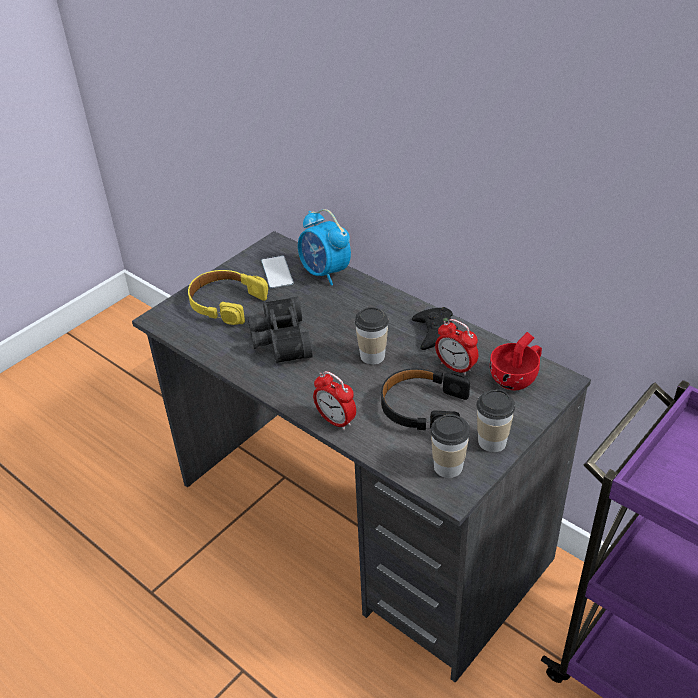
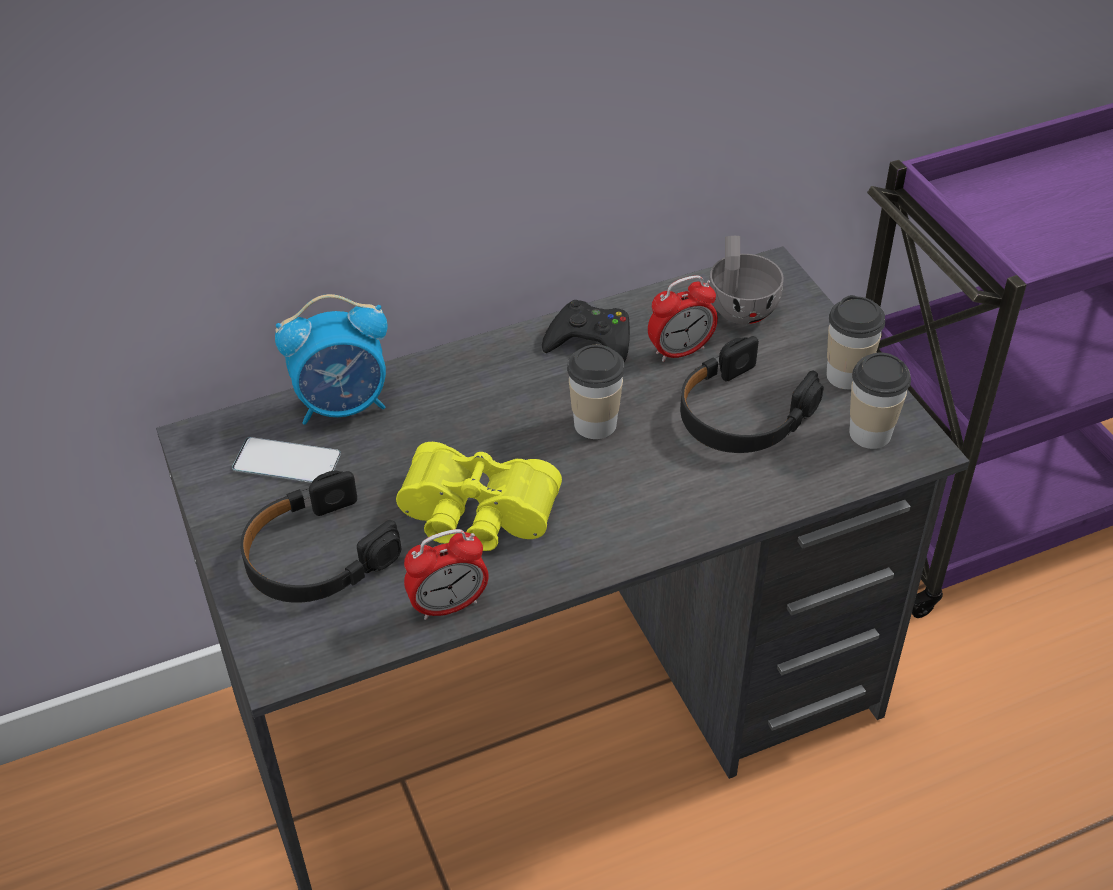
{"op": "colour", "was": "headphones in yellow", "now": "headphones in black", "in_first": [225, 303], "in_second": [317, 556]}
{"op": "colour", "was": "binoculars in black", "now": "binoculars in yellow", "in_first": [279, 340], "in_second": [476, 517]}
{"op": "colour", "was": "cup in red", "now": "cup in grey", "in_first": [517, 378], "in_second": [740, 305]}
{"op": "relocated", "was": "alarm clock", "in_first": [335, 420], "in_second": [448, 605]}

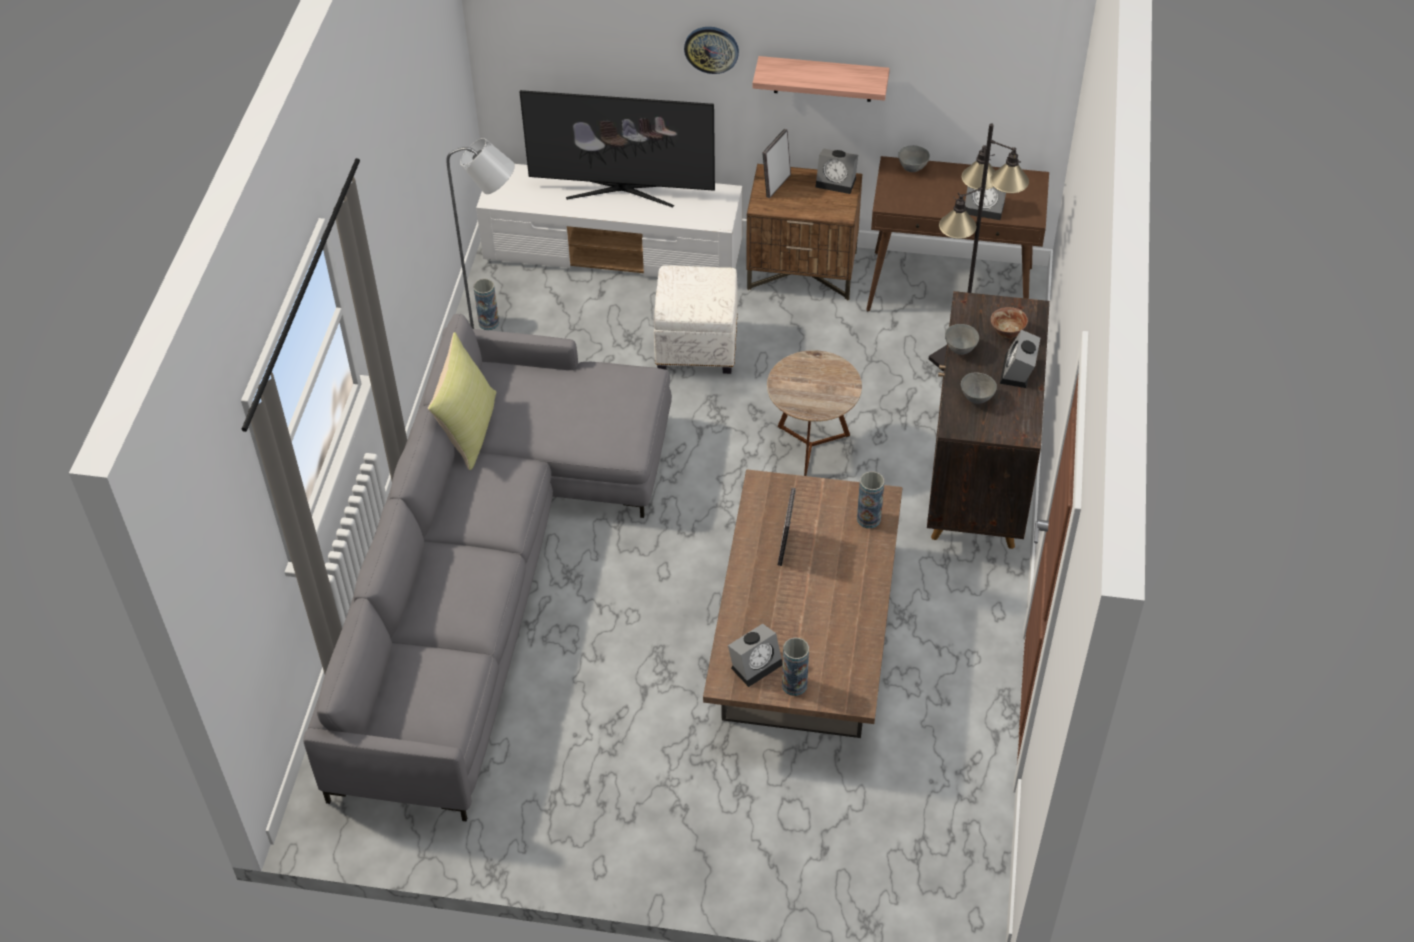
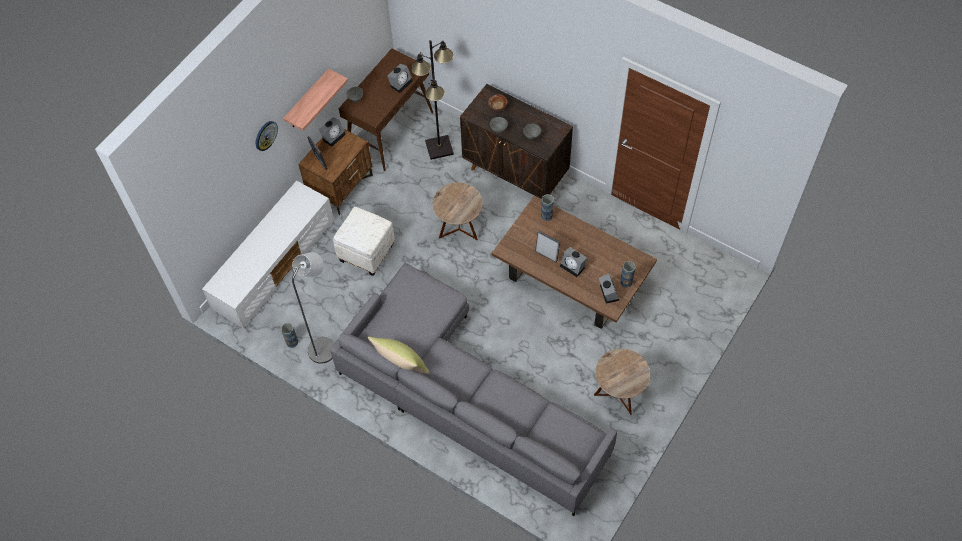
{"op": "missing", "was": "television", "in_first": [622, 191]}
{"op": "relocated", "was": "alarm clock", "in_first": [1018, 372], "in_second": [573, 266]}
{"op": "appeared", "now": "side table in brown", "in_second": [618, 395]}

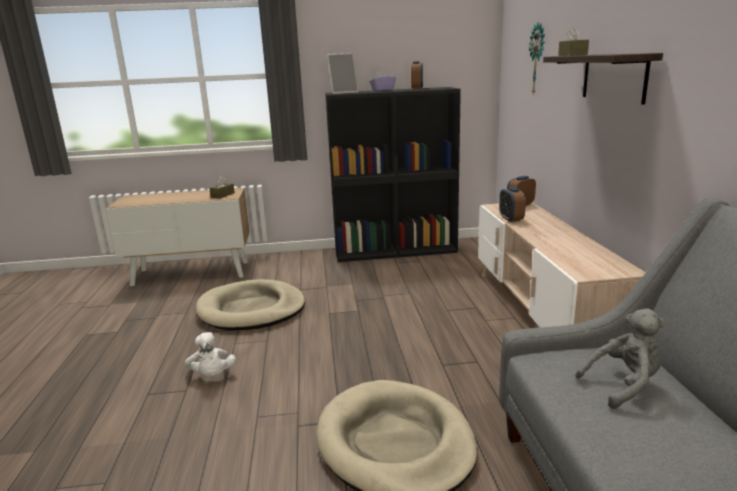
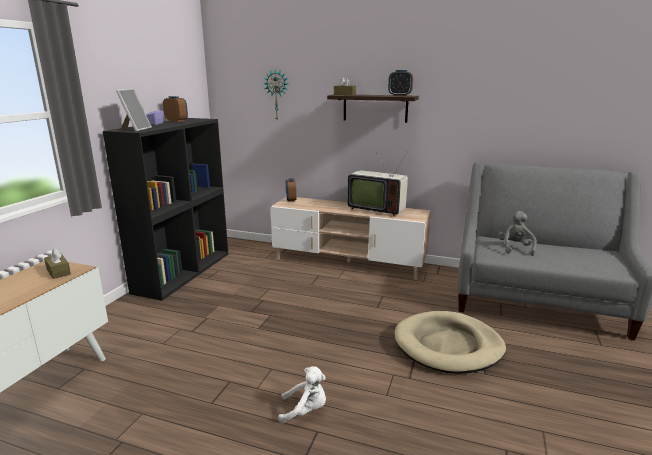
{"op": "relocated", "was": "alarm clock", "in_first": [511, 219], "in_second": [400, 95]}
{"op": "missing", "was": "dog bed in beige", "in_first": [251, 310]}
{"op": "appeared", "now": "television", "in_second": [376, 209]}

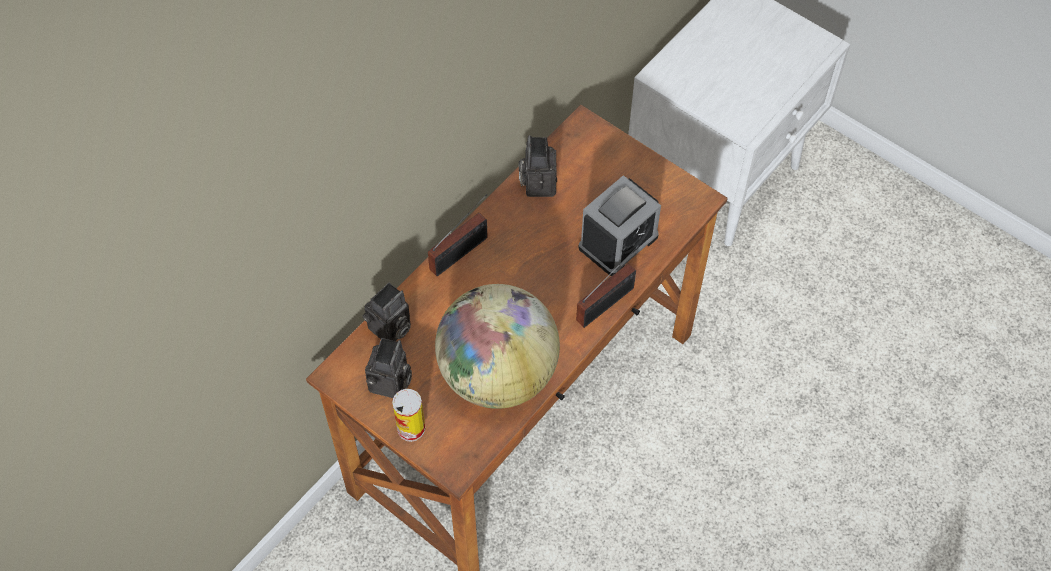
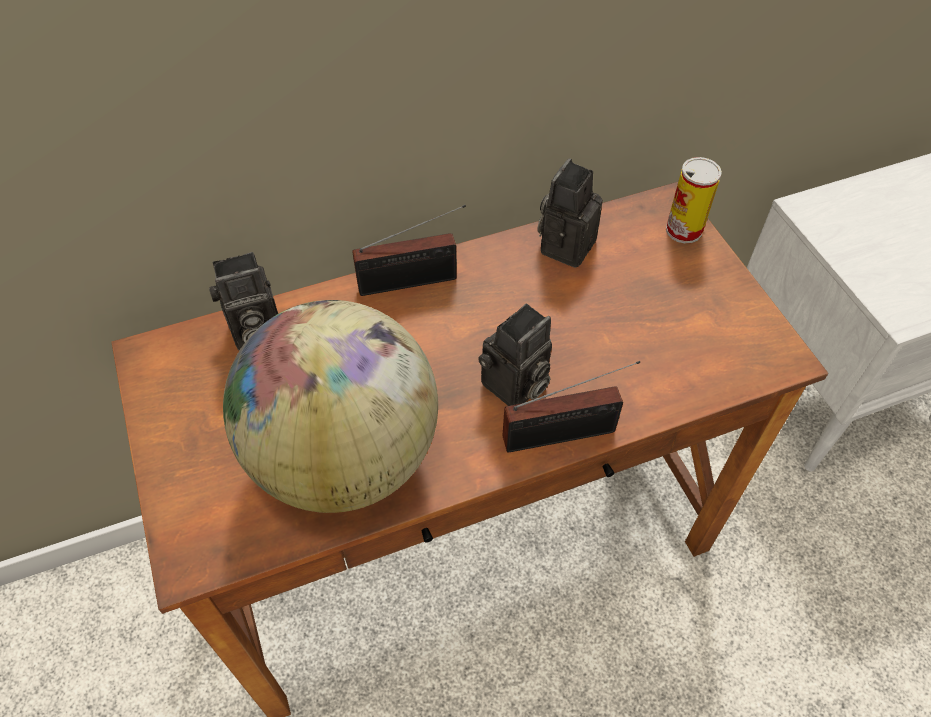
{"op": "missing", "was": "alarm clock", "in_first": [618, 242]}
{"op": "relocated", "was": "photo camera", "in_first": [390, 384], "in_second": [514, 387]}
{"op": "relocated", "was": "can", "in_first": [411, 428], "in_second": [683, 230]}

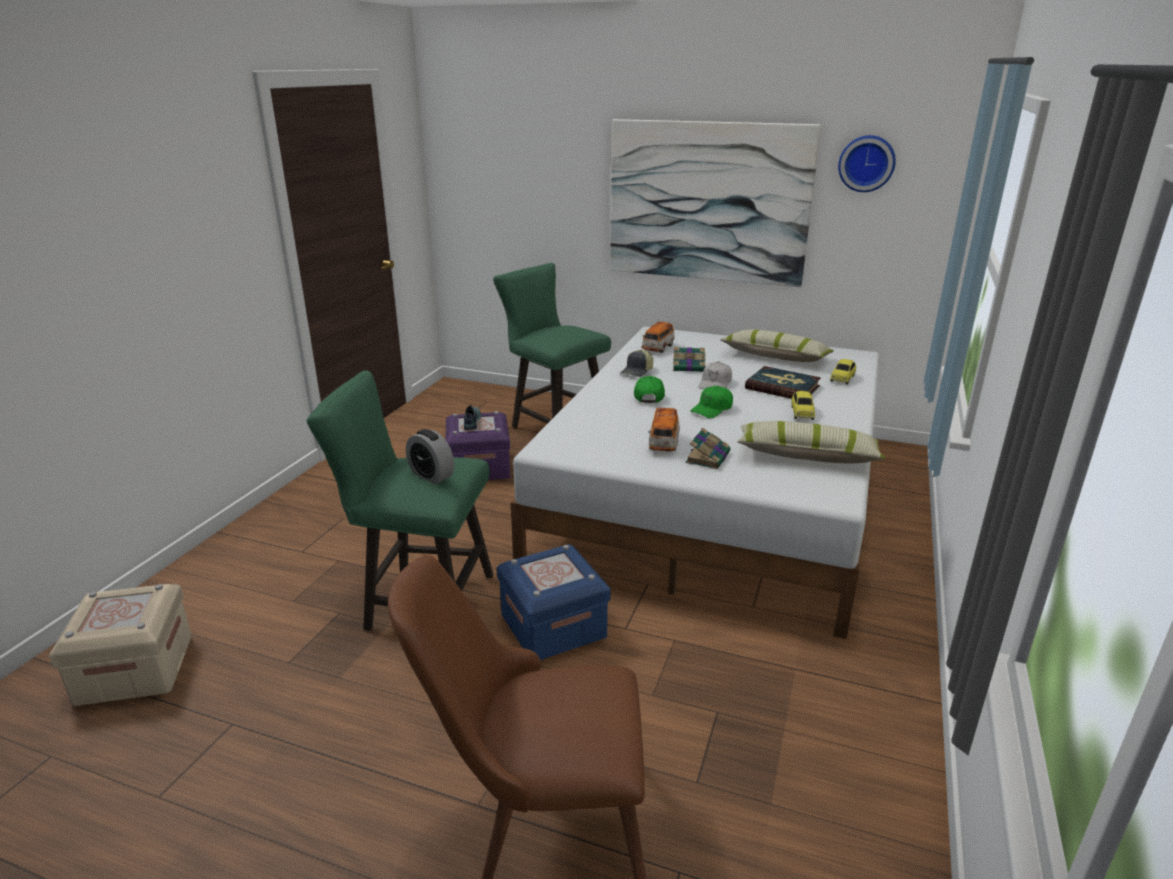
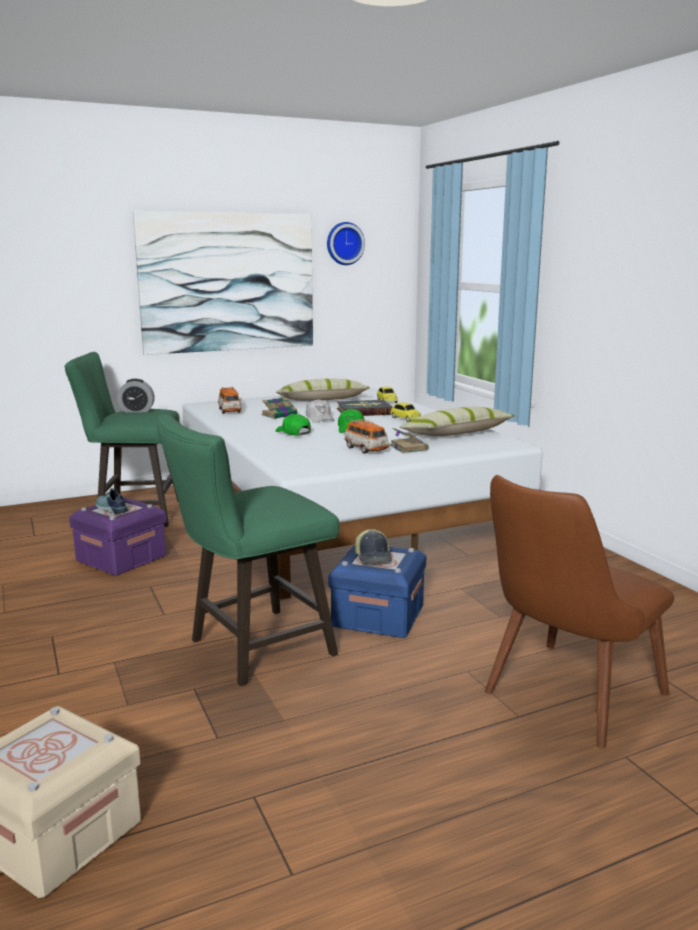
{"op": "relocated", "was": "cap", "in_first": [637, 371], "in_second": [374, 557]}
{"op": "relocated", "was": "alarm clock", "in_first": [431, 475], "in_second": [137, 410]}

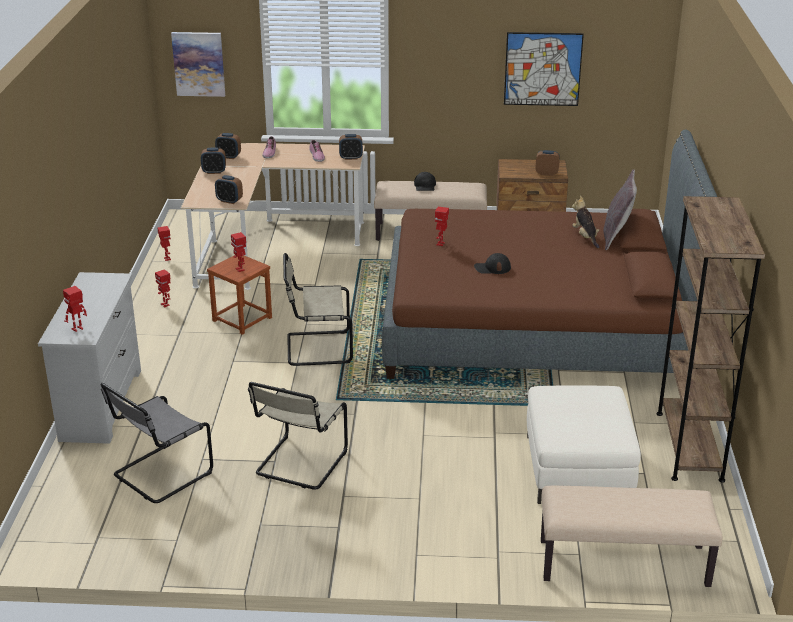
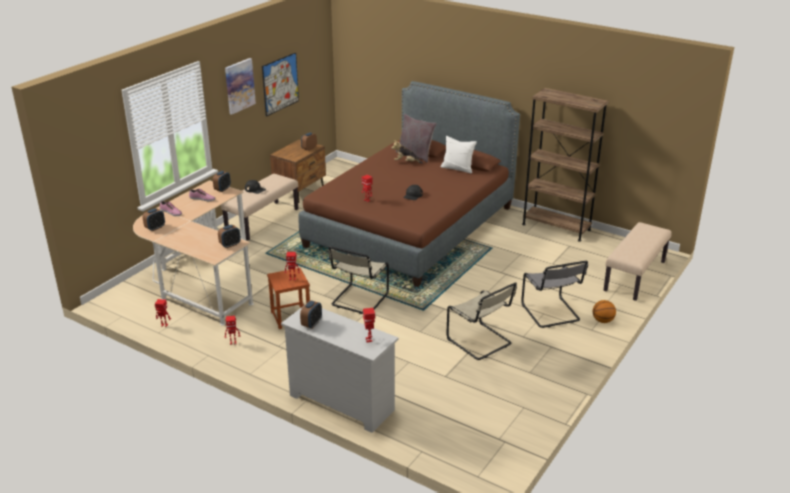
{"op": "relocated", "was": "picture", "in_first": [199, 64], "in_second": [239, 86]}
{"op": "relocated", "was": "alarm clock", "in_first": [214, 172], "in_second": [311, 324]}
{"op": "relocated", "was": "chair in grey", "in_first": [160, 475], "in_second": [551, 313]}
{"op": "missing", "was": "ottoman in white", "in_first": [578, 469]}
{"op": "appeared", "now": "pillow in white", "in_second": [457, 168]}
{"op": "appeared", "now": "basketball", "in_second": [603, 321]}

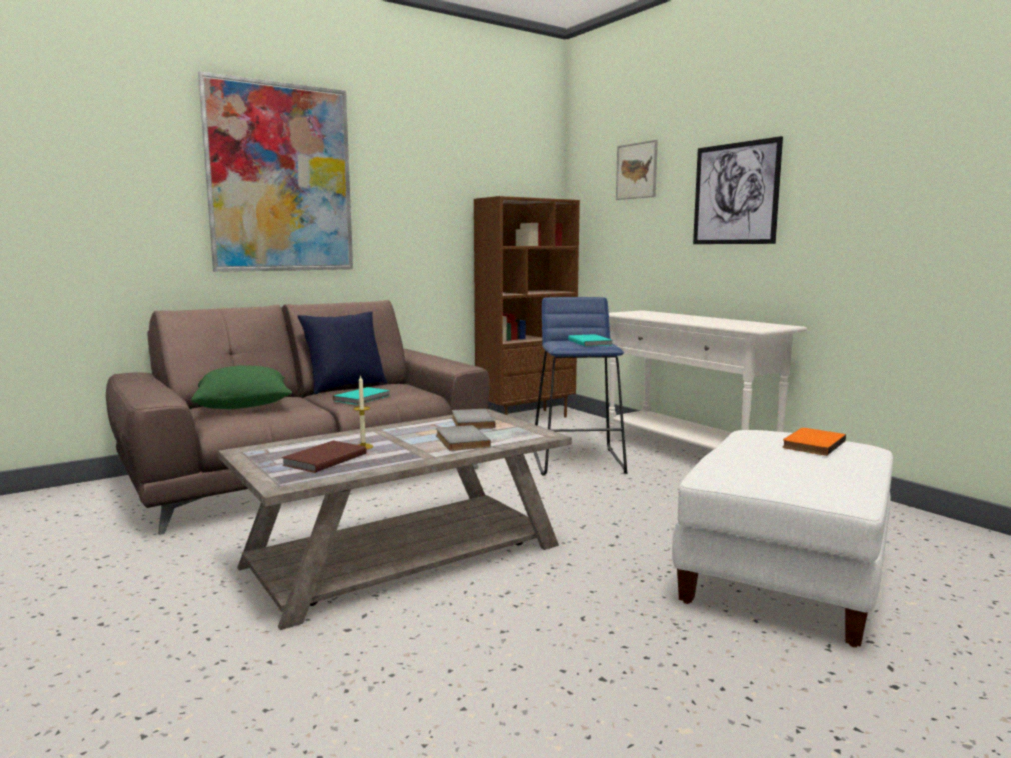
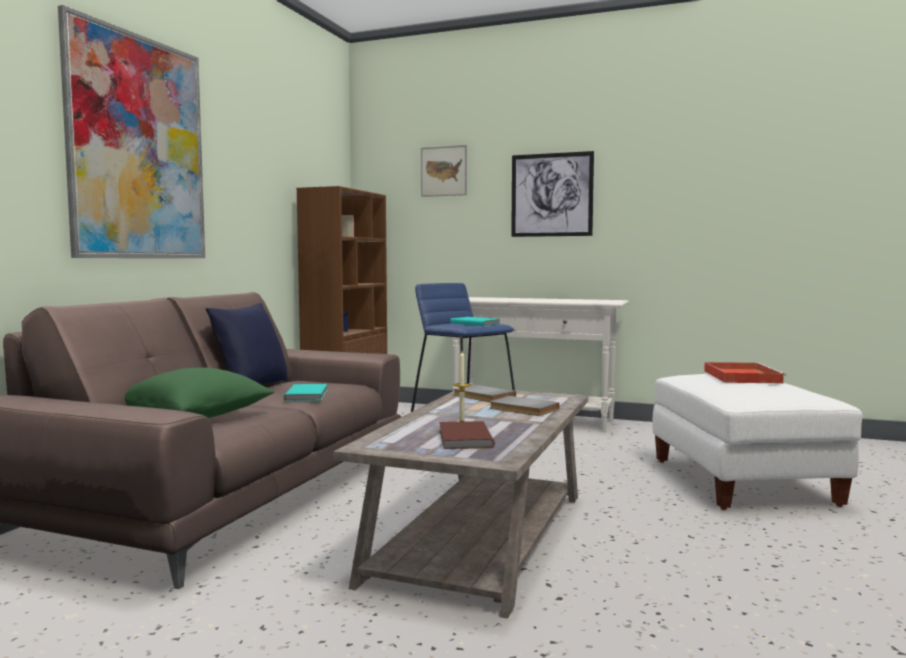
{"op": "exchanged", "was": "book in orange", "now": "tray in red", "in_first": [811, 444], "in_second": [741, 376]}

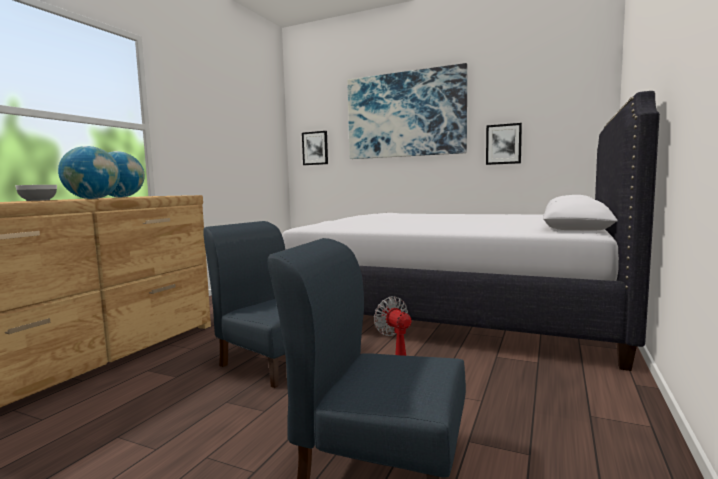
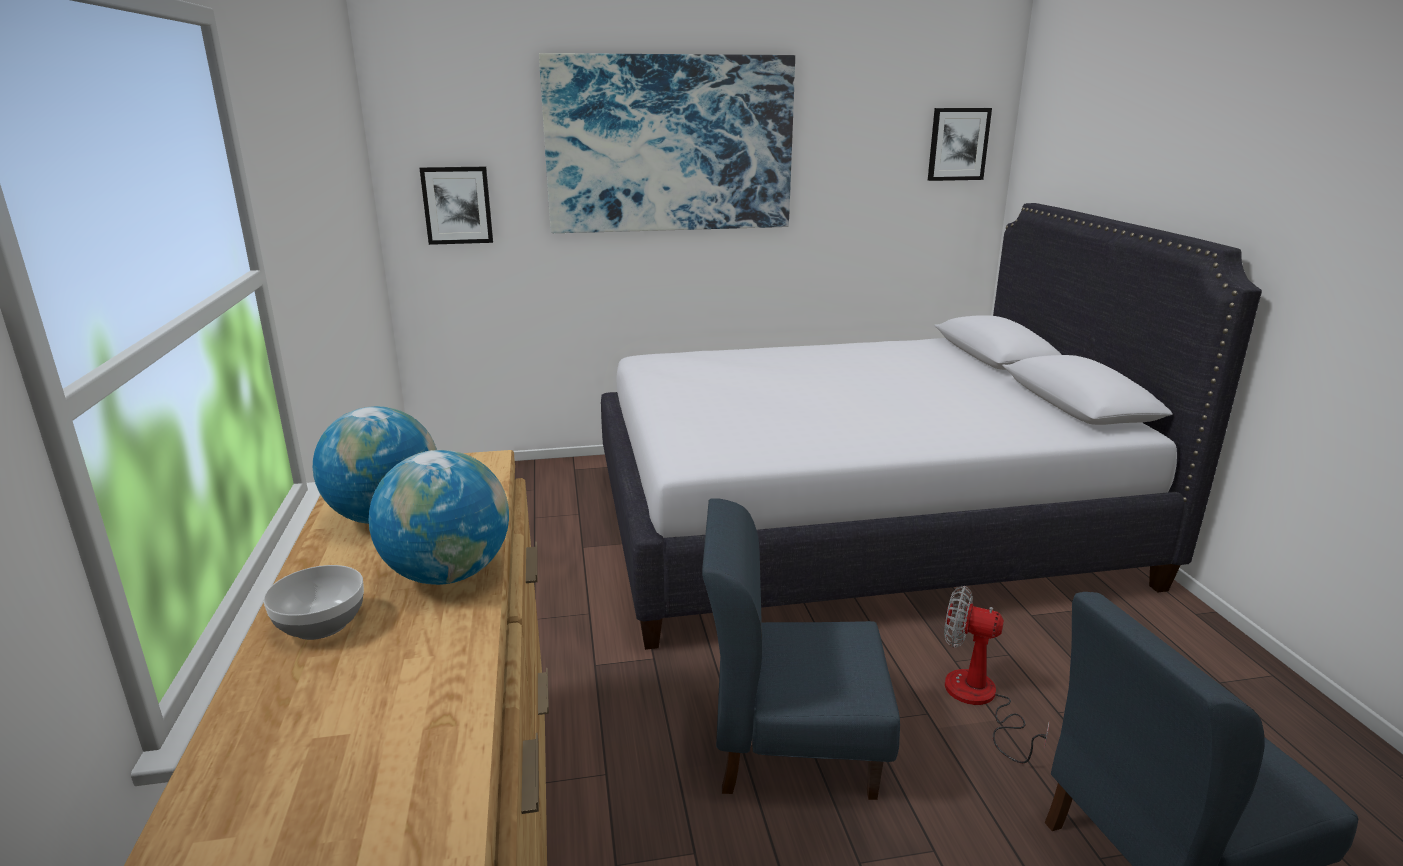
{"op": "relocated", "was": "picture", "in_first": [503, 144], "in_second": [958, 144]}

